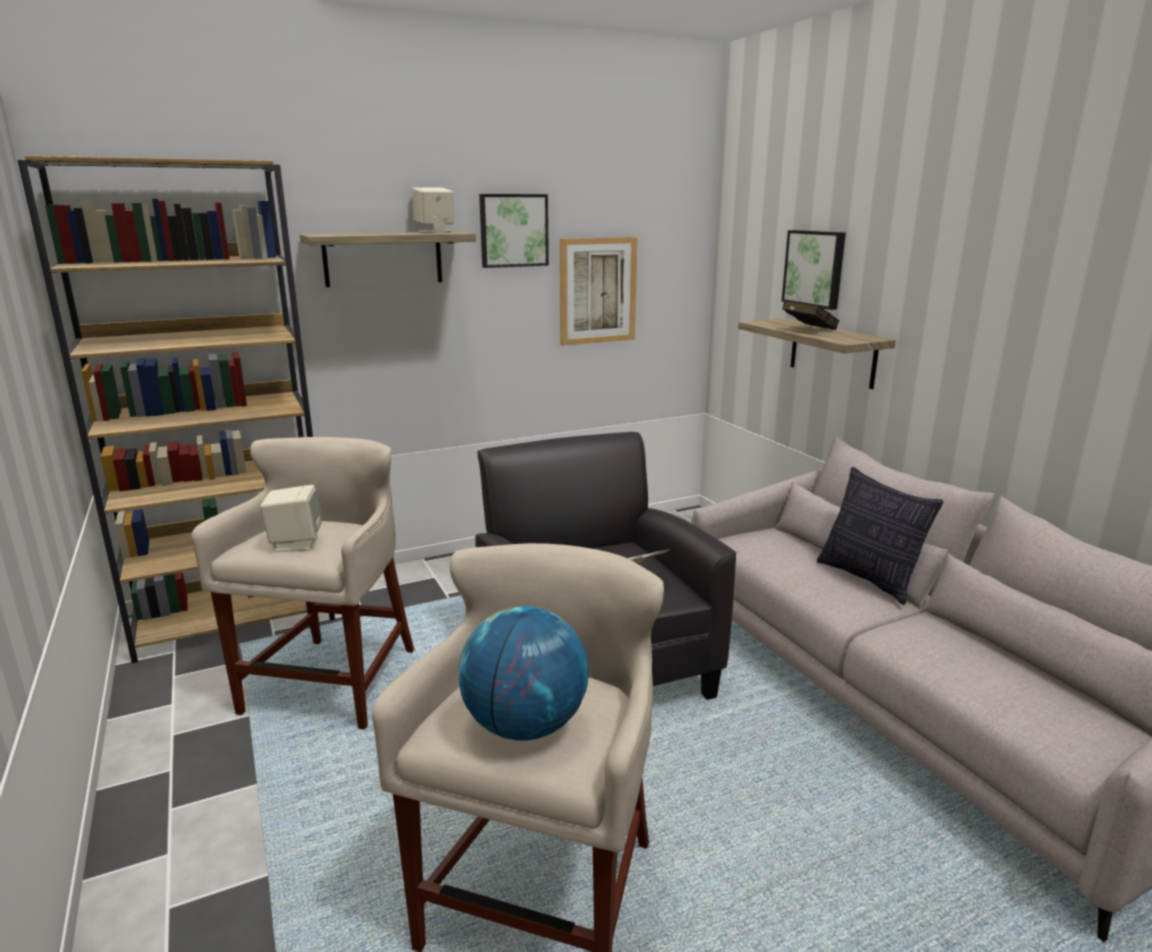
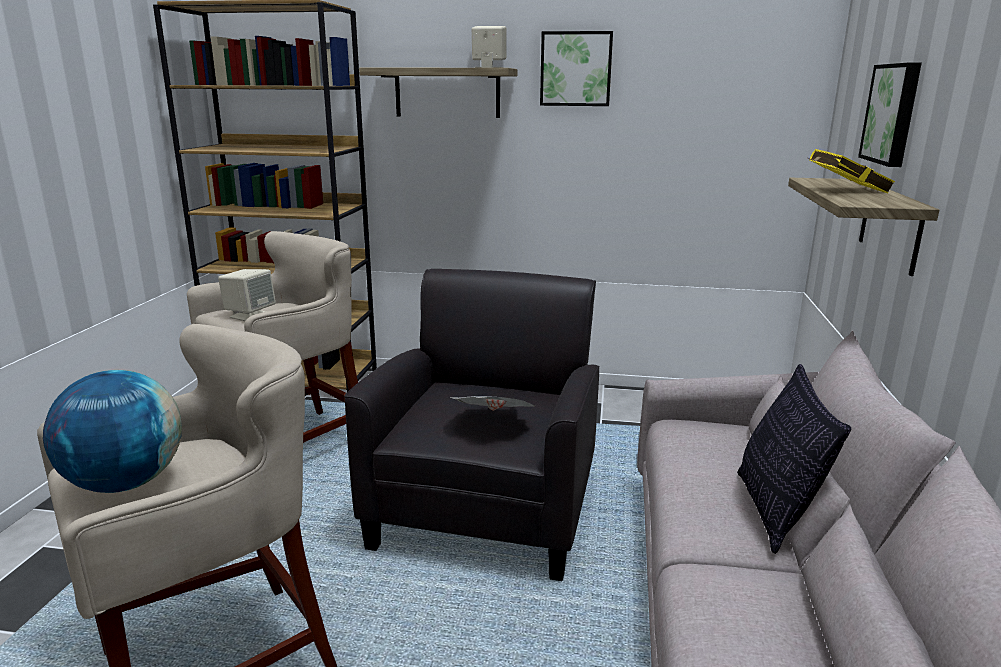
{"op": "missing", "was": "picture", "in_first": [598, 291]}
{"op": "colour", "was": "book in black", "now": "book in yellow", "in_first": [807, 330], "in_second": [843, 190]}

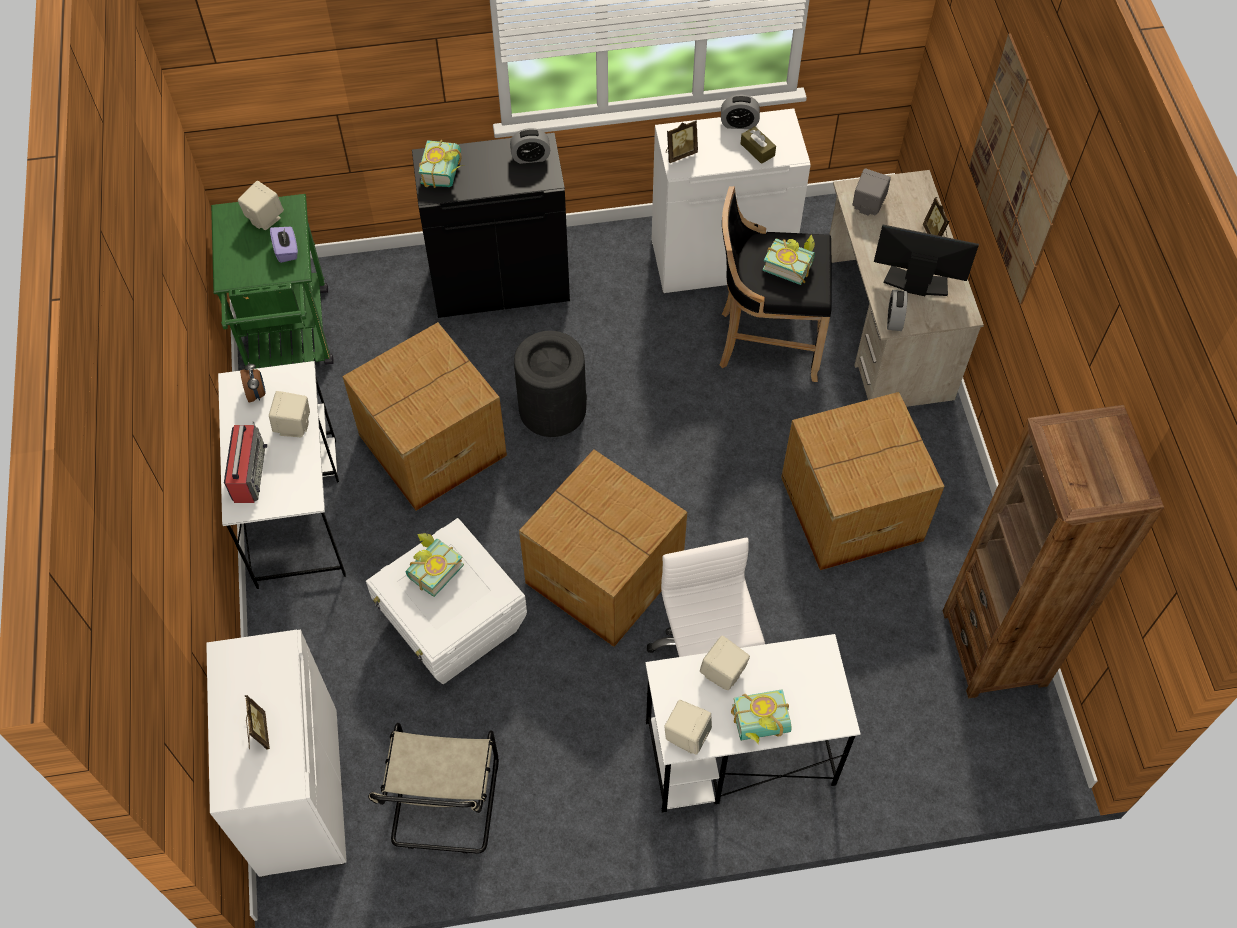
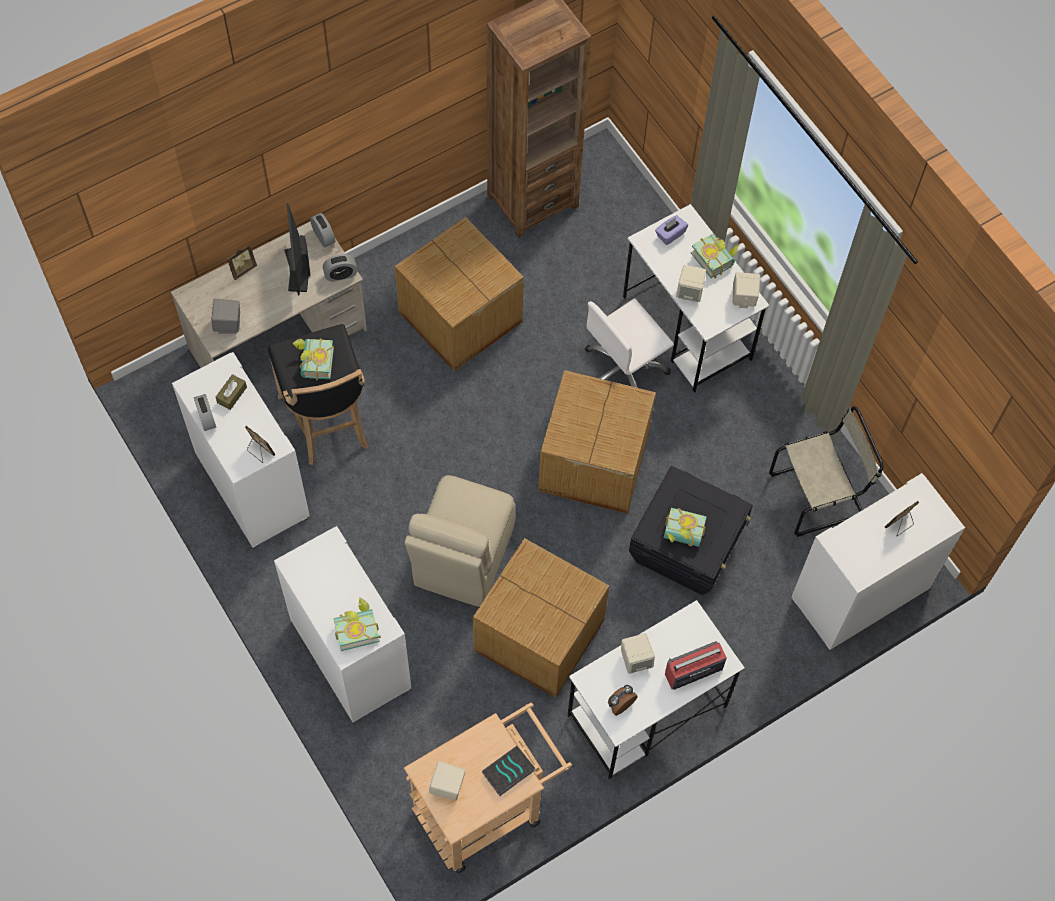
{"op": "missing", "was": "picture", "in_first": [1017, 171]}
{"op": "relocated", "was": "alarm clock", "in_first": [530, 157], "in_second": [323, 237]}
{"op": "colour", "was": "cabinet in black", "now": "cabinet in white", "in_first": [501, 282], "in_second": [349, 655]}
{"op": "colour", "was": "cart in green", "now": "cart in beige", "in_first": [288, 340], "in_second": [486, 807]}
{"op": "relocated", "was": "tissue box in purple", "in_first": [286, 250], "in_second": [670, 234]}
{"op": "exchanged", "was": "trash can in black", "now": "chair in beige", "in_first": [552, 408], "in_second": [462, 558]}
{"op": "colour", "was": "storage box in white", "now": "storage box in black", "in_first": [453, 626], "in_second": [686, 548]}
{"op": "appeared", "now": "book", "in_second": [508, 773]}

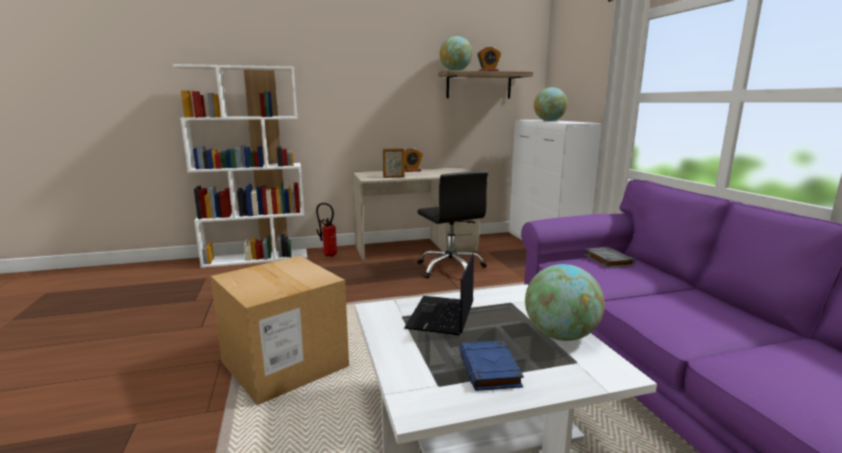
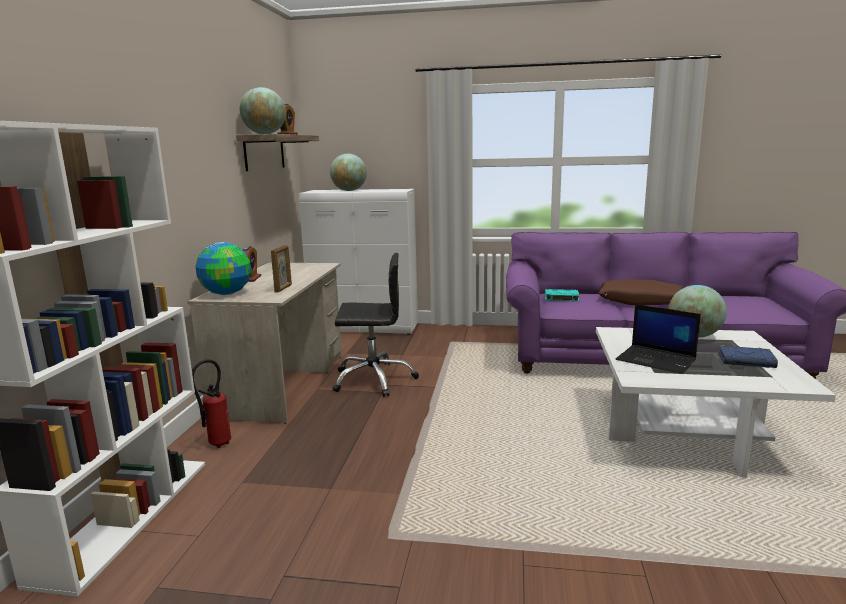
{"op": "colour", "was": "book in grey", "now": "book in turquoise", "in_first": [607, 260], "in_second": [561, 298]}
{"op": "missing", "was": "cardboard box", "in_first": [284, 364]}
{"op": "appeared", "now": "globe", "in_second": [227, 293]}
{"op": "appeared", "now": "pillow in brown", "in_second": [641, 301]}

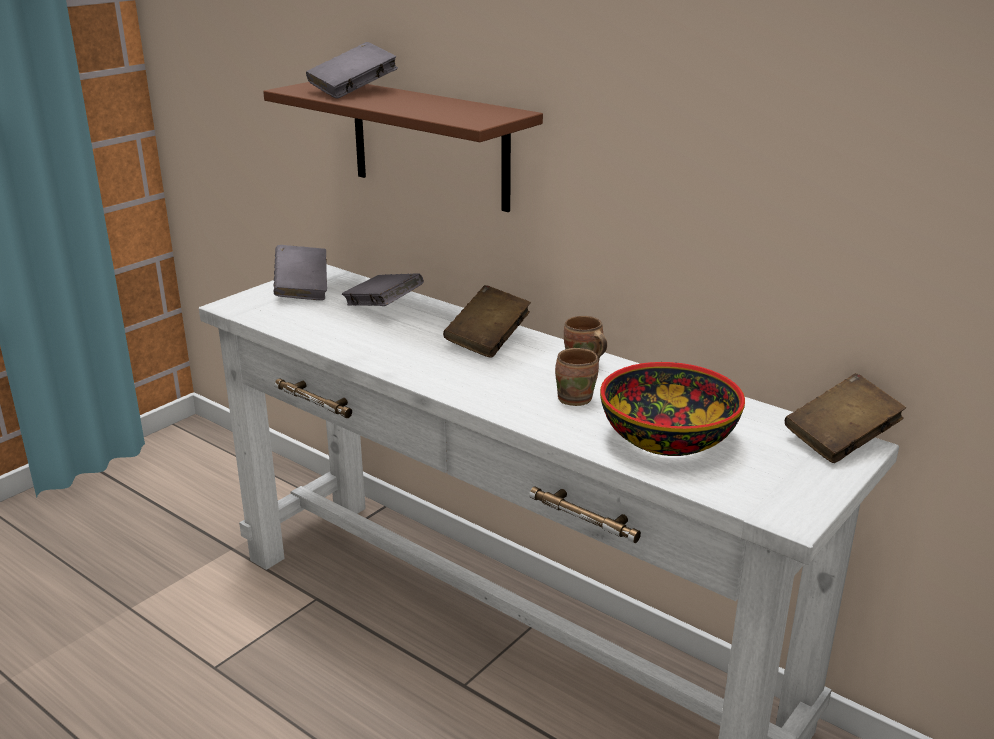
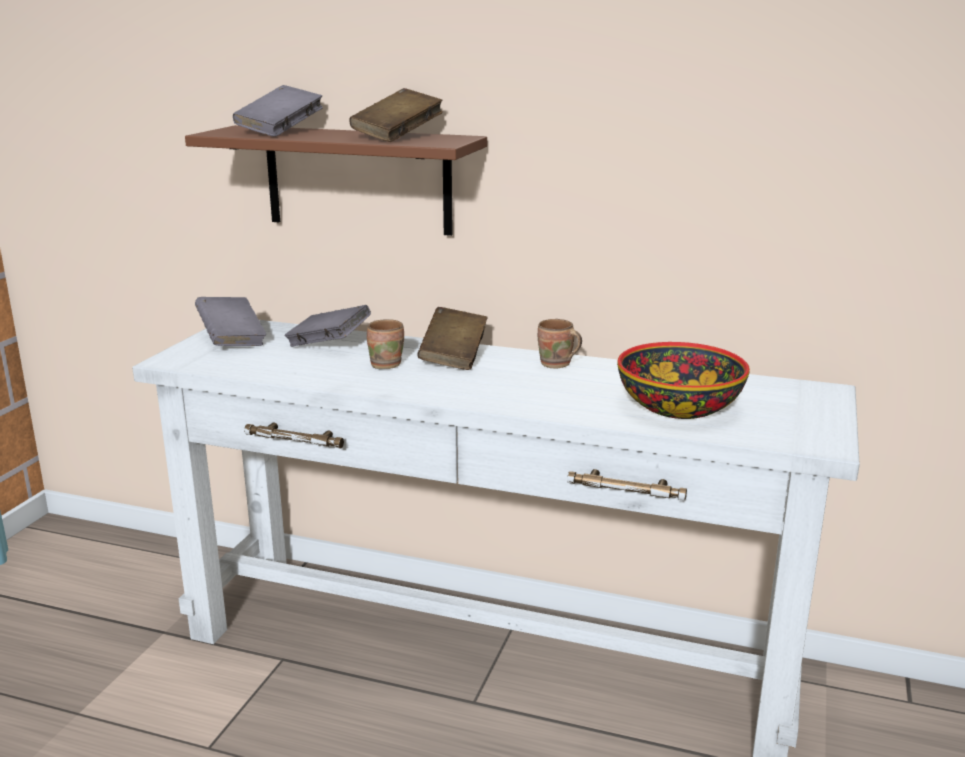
{"op": "relocated", "was": "mug in brown", "in_first": [575, 398], "in_second": [386, 364]}
{"op": "relocated", "was": "book in brown", "in_first": [840, 440], "in_second": [397, 136]}

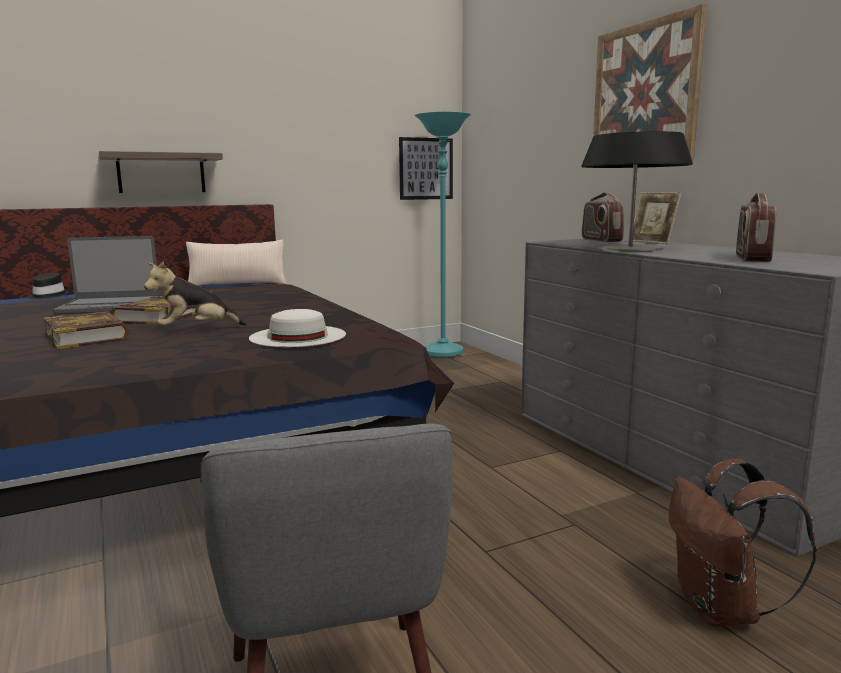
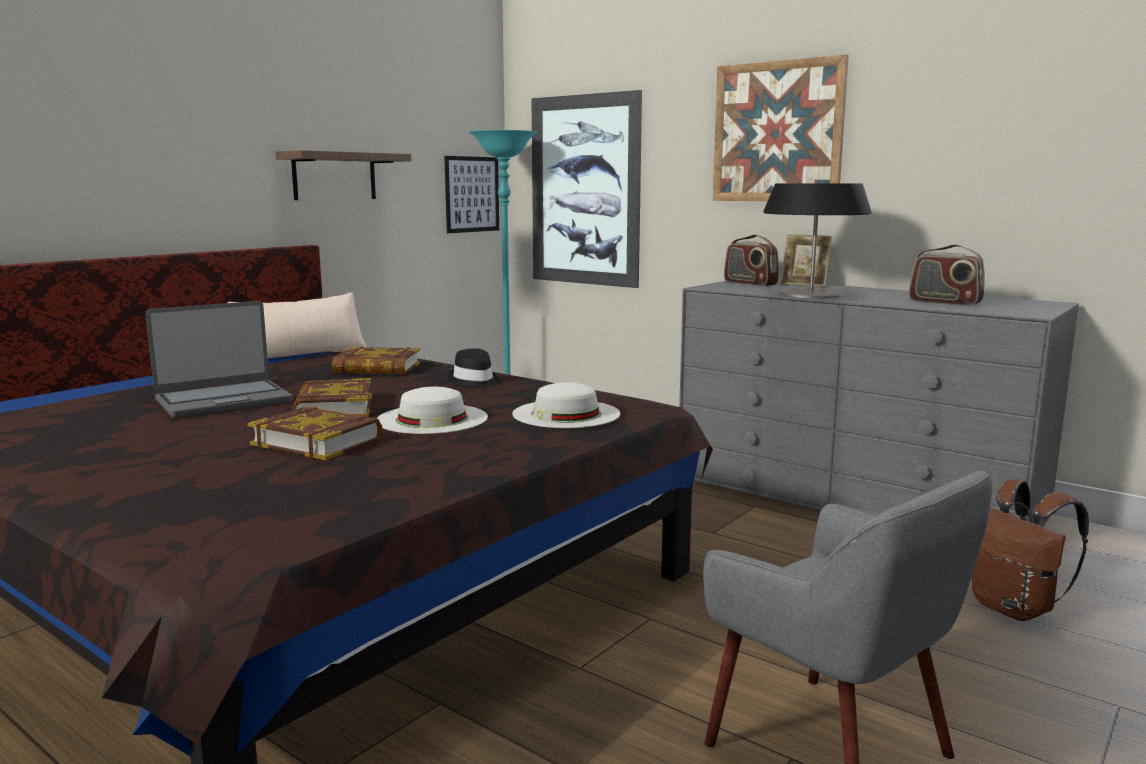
{"op": "relocated", "was": "shelf", "in_first": [161, 173], "in_second": [334, 176]}
{"op": "spun", "was": "radio", "in_first": [751, 258], "in_second": [944, 303], "clockwise": -45}
{"op": "exchanged", "was": "plush toy", "now": "hat in white", "in_first": [196, 330], "in_second": [432, 419]}
{"op": "relocated", "was": "hat in black", "in_first": [47, 295], "in_second": [474, 381]}
{"op": "appeared", "now": "picture", "in_second": [584, 191]}
{"op": "appeared", "now": "book", "in_second": [377, 368]}

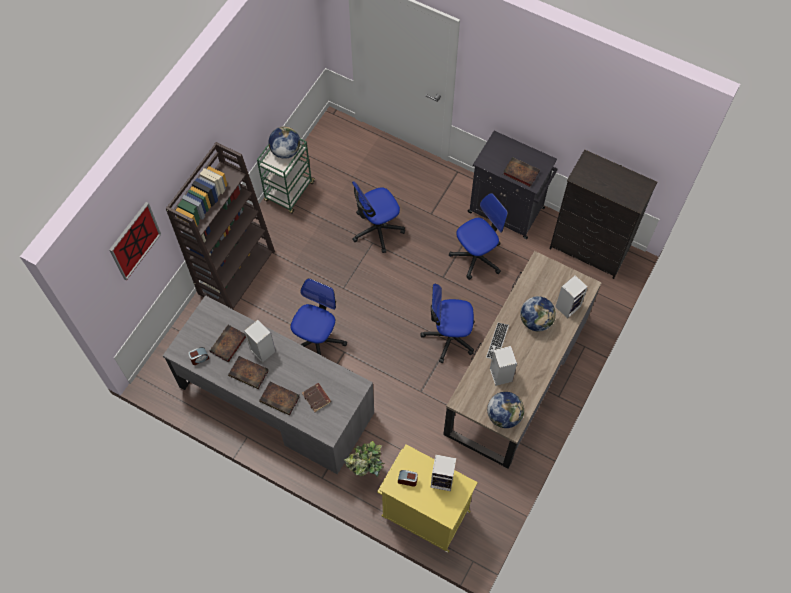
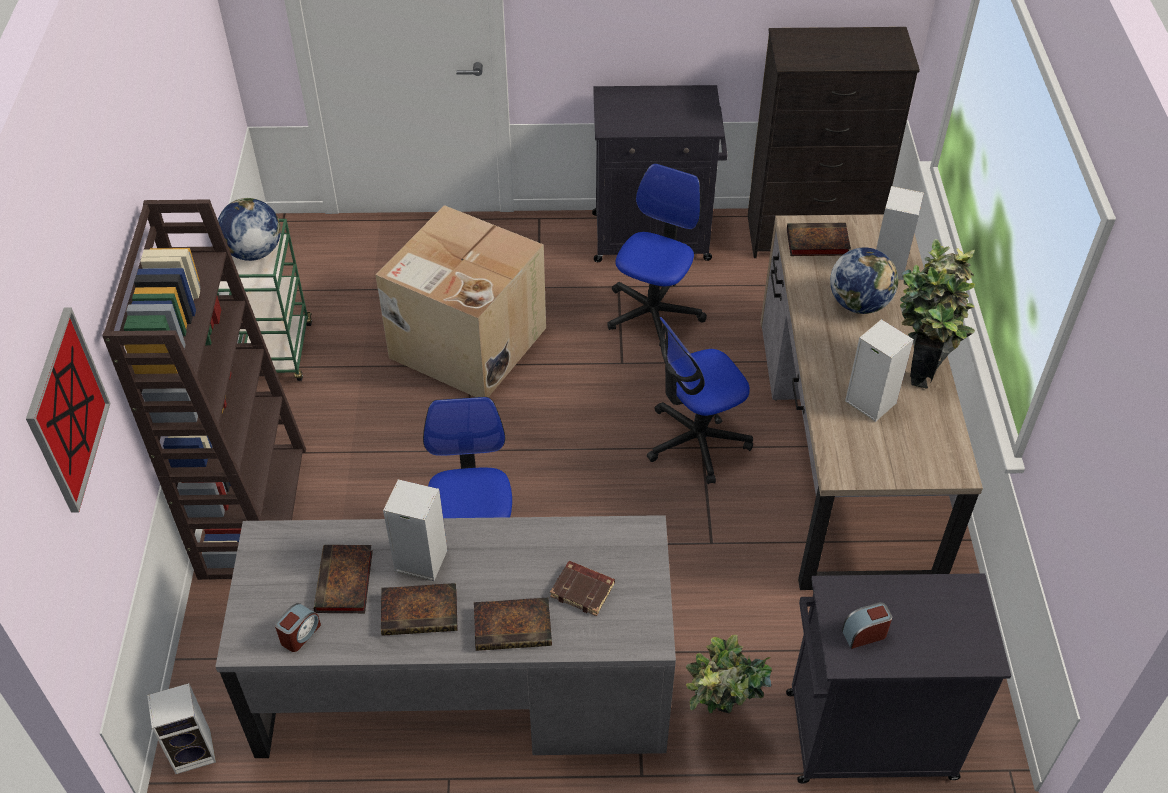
{"op": "relocated", "was": "book", "in_first": [520, 173], "in_second": [816, 243]}
{"op": "exchanged", "was": "office chair", "now": "cardboard box", "in_first": [377, 229], "in_second": [465, 343]}
{"op": "missing", "was": "keyboard", "in_first": [497, 341]}
{"op": "missing", "was": "globe", "in_first": [504, 415]}
{"op": "colour", "was": "cabinet in yellow", "now": "cabinet in black", "in_first": [424, 513], "in_second": [866, 736]}
{"op": "relocated", "was": "speaker", "in_first": [443, 480], "in_second": [195, 750]}
{"op": "appeared", "now": "potted plant", "in_second": [921, 365]}

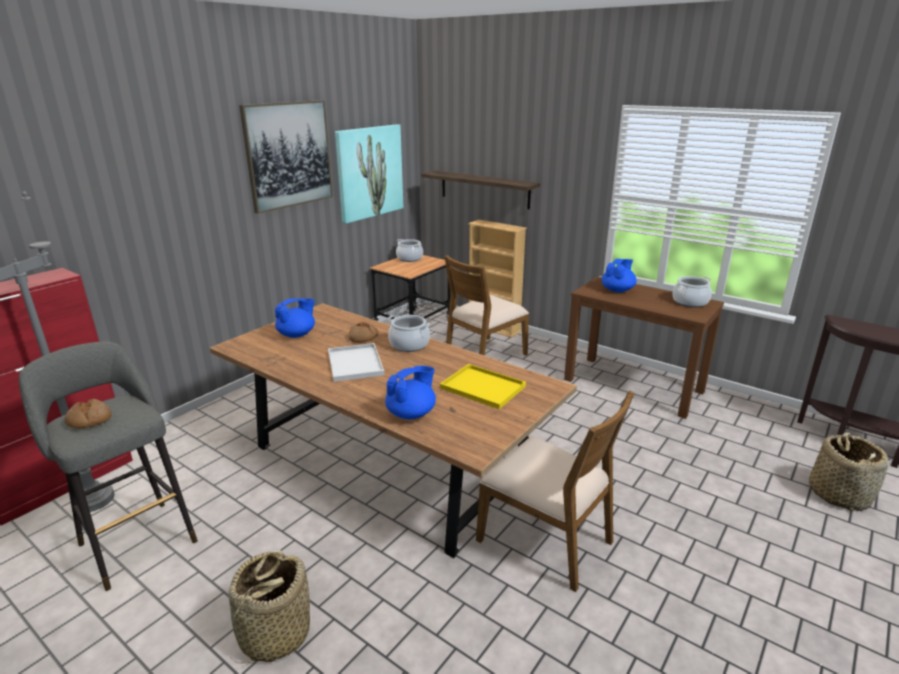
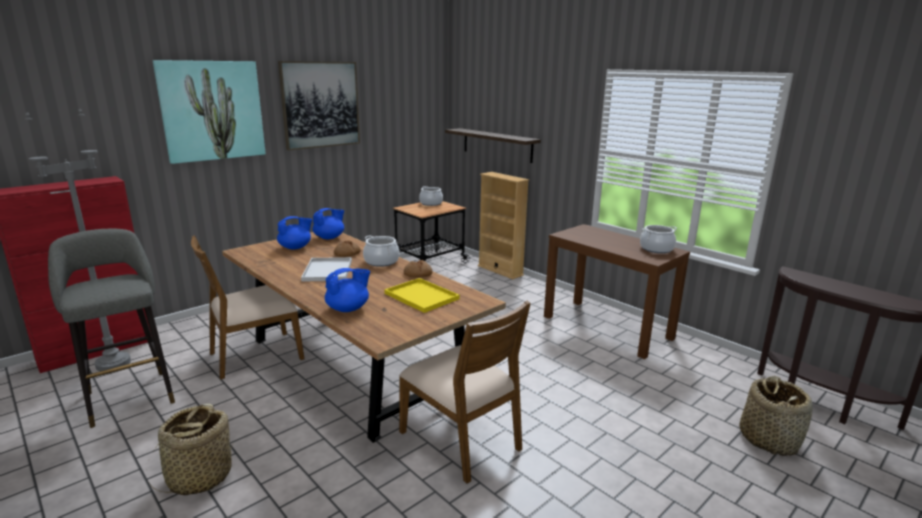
{"op": "relocated", "was": "picture", "in_first": [369, 172], "in_second": [212, 110]}
{"op": "relocated", "was": "chair in brown", "in_first": [484, 355], "in_second": [255, 355]}
{"op": "relocated", "was": "teapot in blue", "in_first": [617, 290], "in_second": [329, 237]}
{"op": "relocated", "was": "bread", "in_first": [89, 420], "in_second": [418, 274]}

